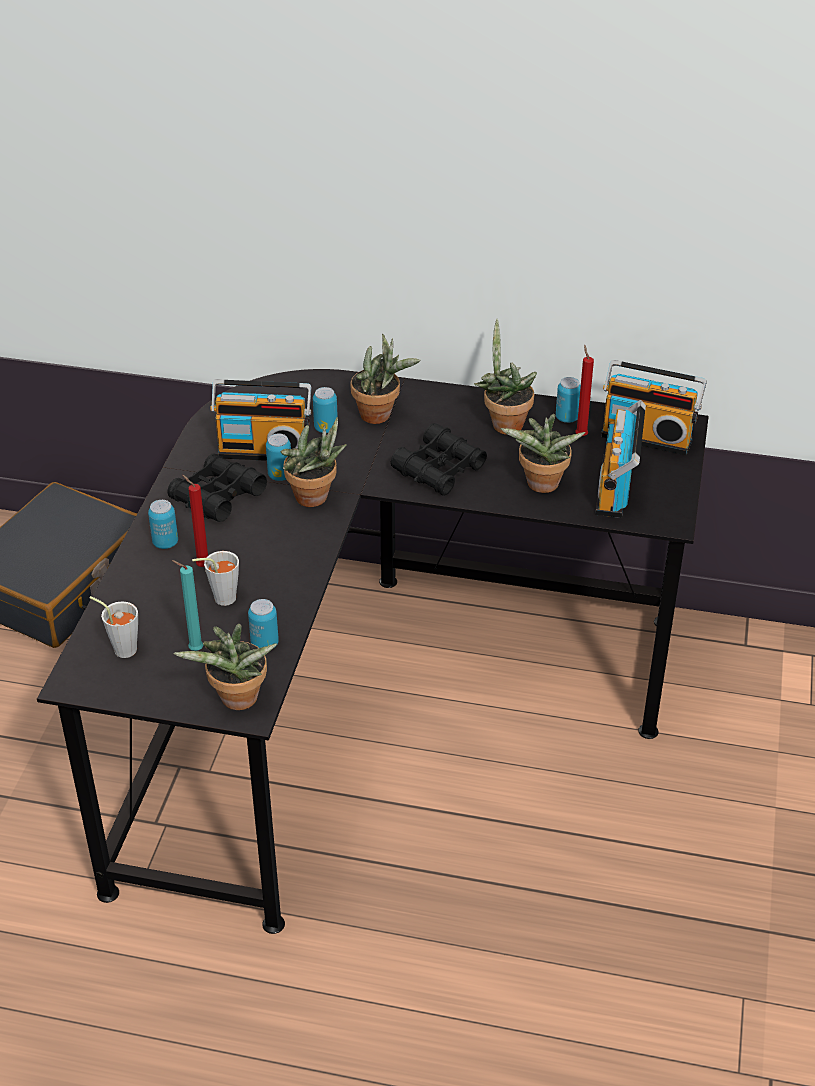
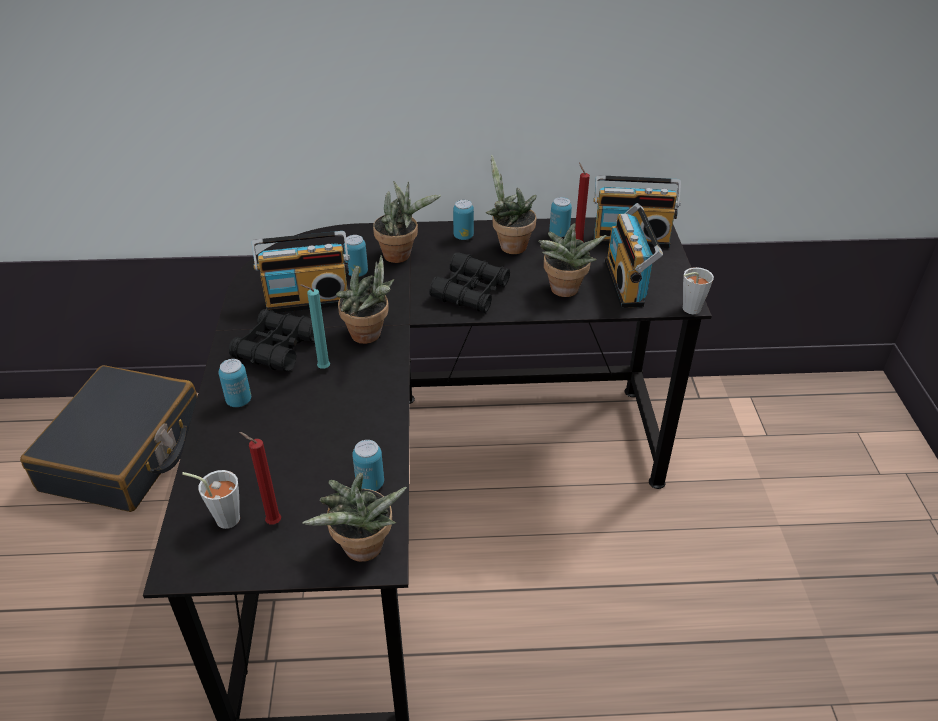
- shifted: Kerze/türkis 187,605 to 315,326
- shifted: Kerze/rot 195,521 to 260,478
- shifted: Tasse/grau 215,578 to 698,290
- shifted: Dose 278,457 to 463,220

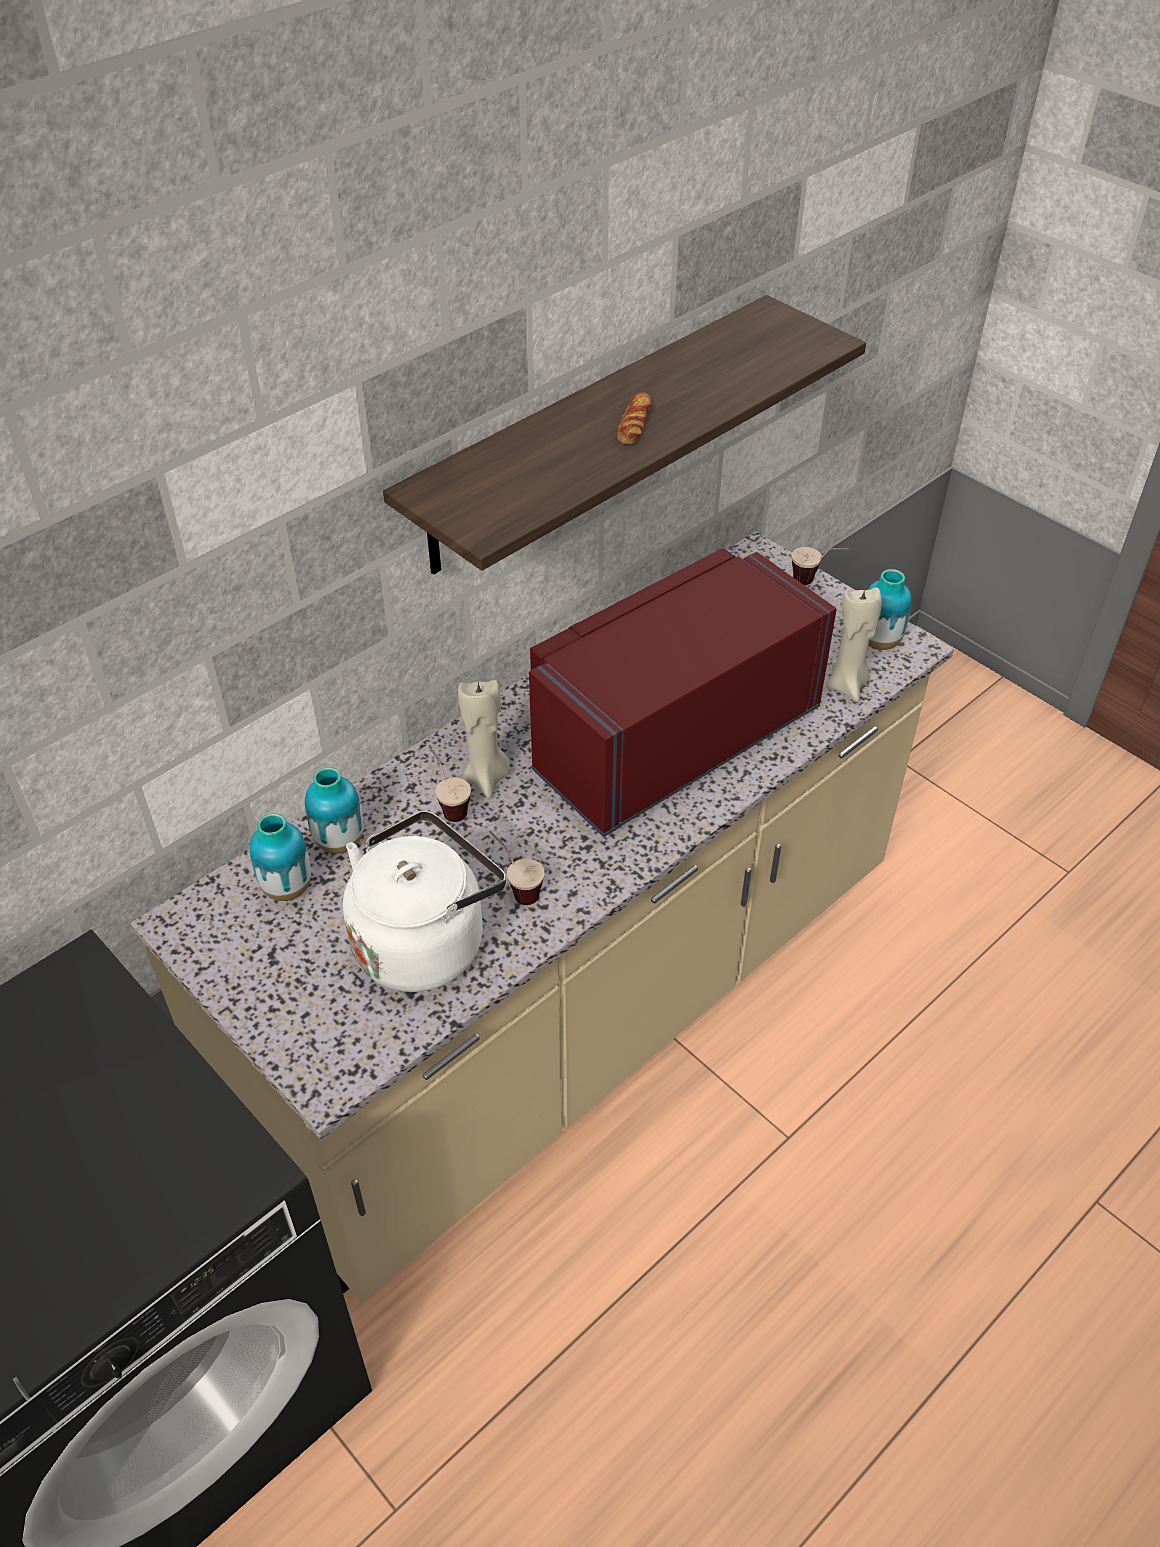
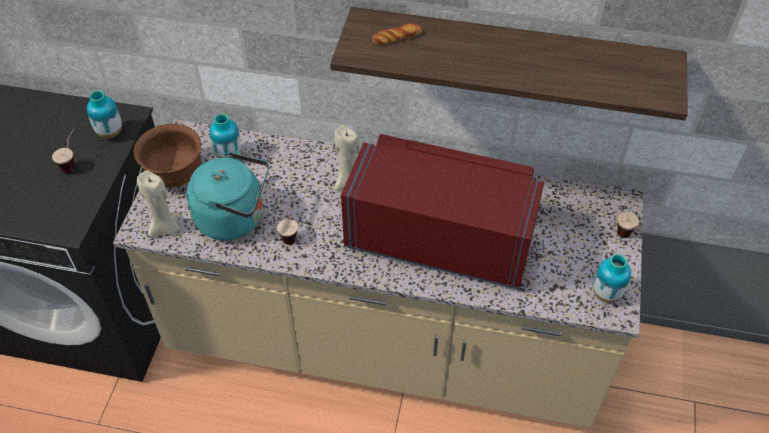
- new: Schüssel/braun 167,155
- shifted: Vase 334,810 to 104,114
- shifted: Tasse 449,783 to 63,150
- shifted: Brot 634,418 to 397,34
- shifted: Kerze/beige 854,644 to 158,203
- repainted: Wasserkessel/weiß 424,901 to Wasserkessel/türkis 228,195

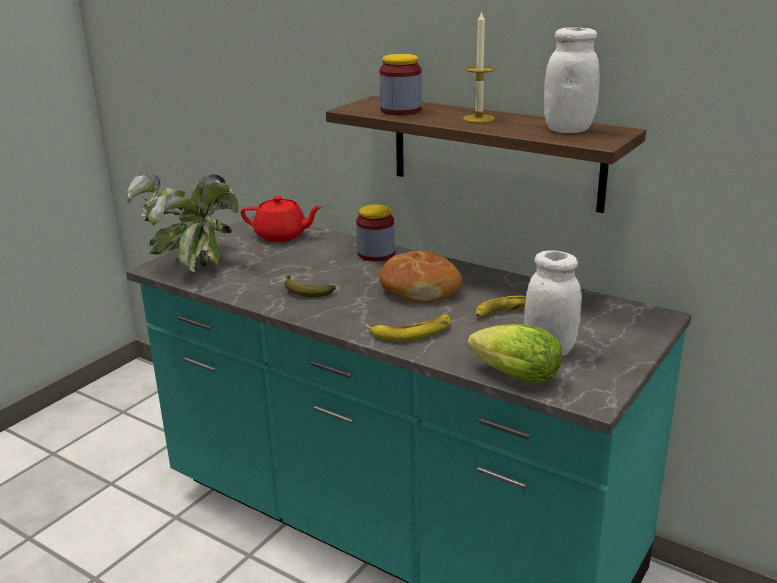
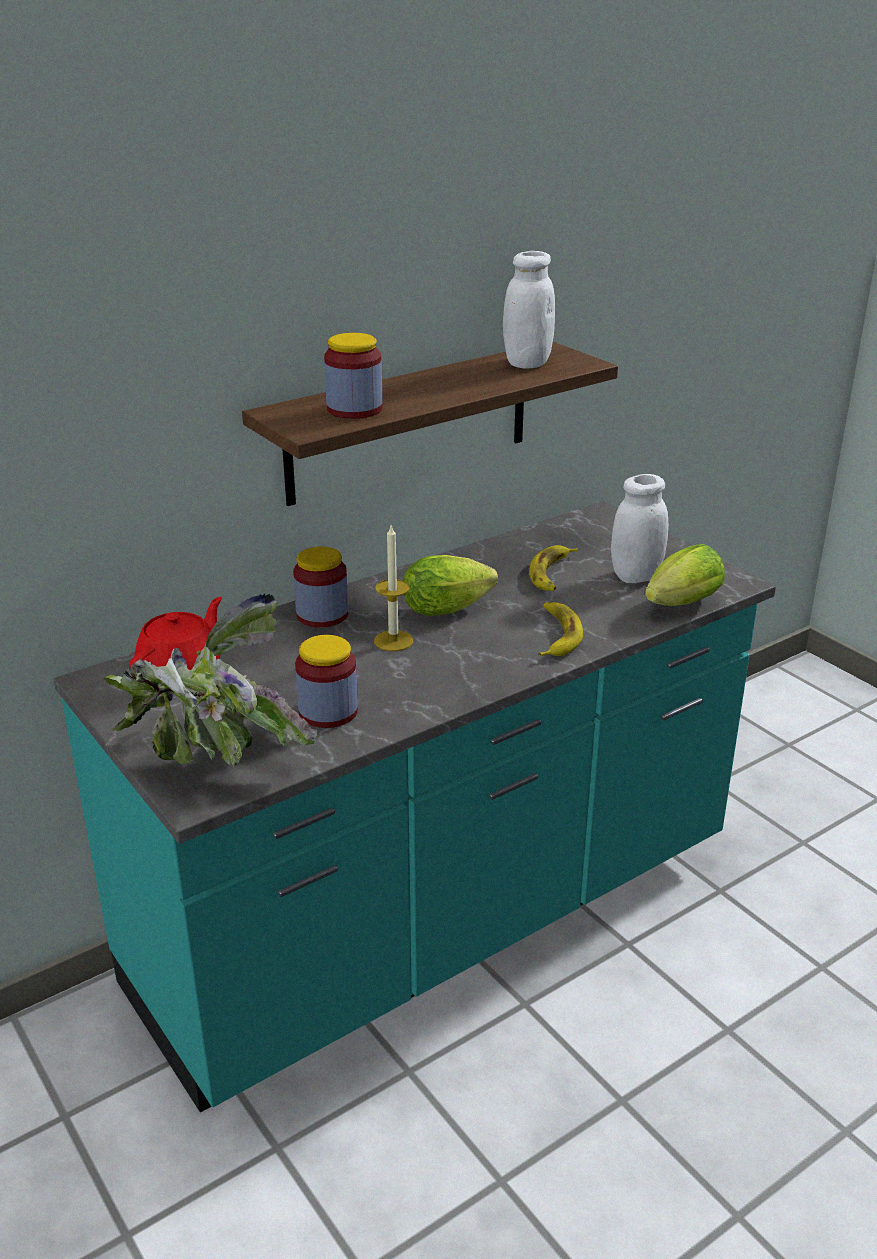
- gone: Banane 310,286
- new: Vorratsglas 326,681
- shifted: Kerze 479,66 to 393,588
- swapped: Brot 421,276 to Salatkopf 450,585

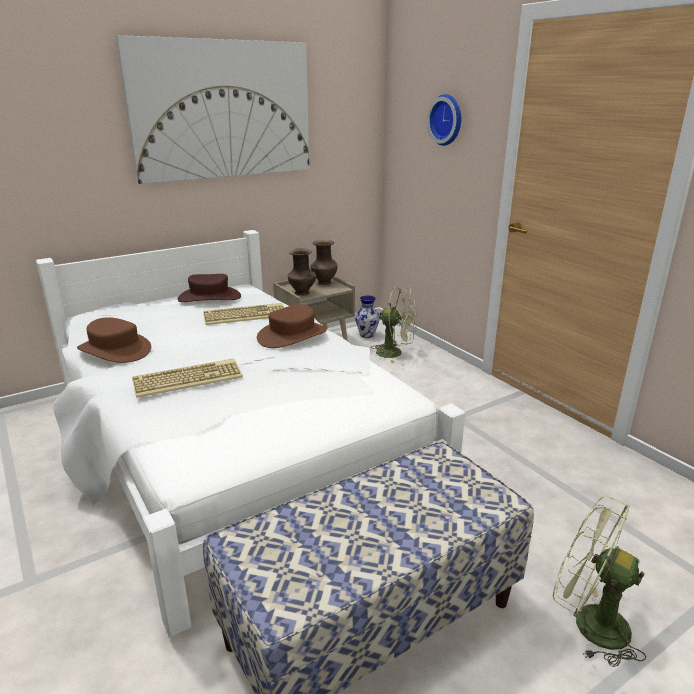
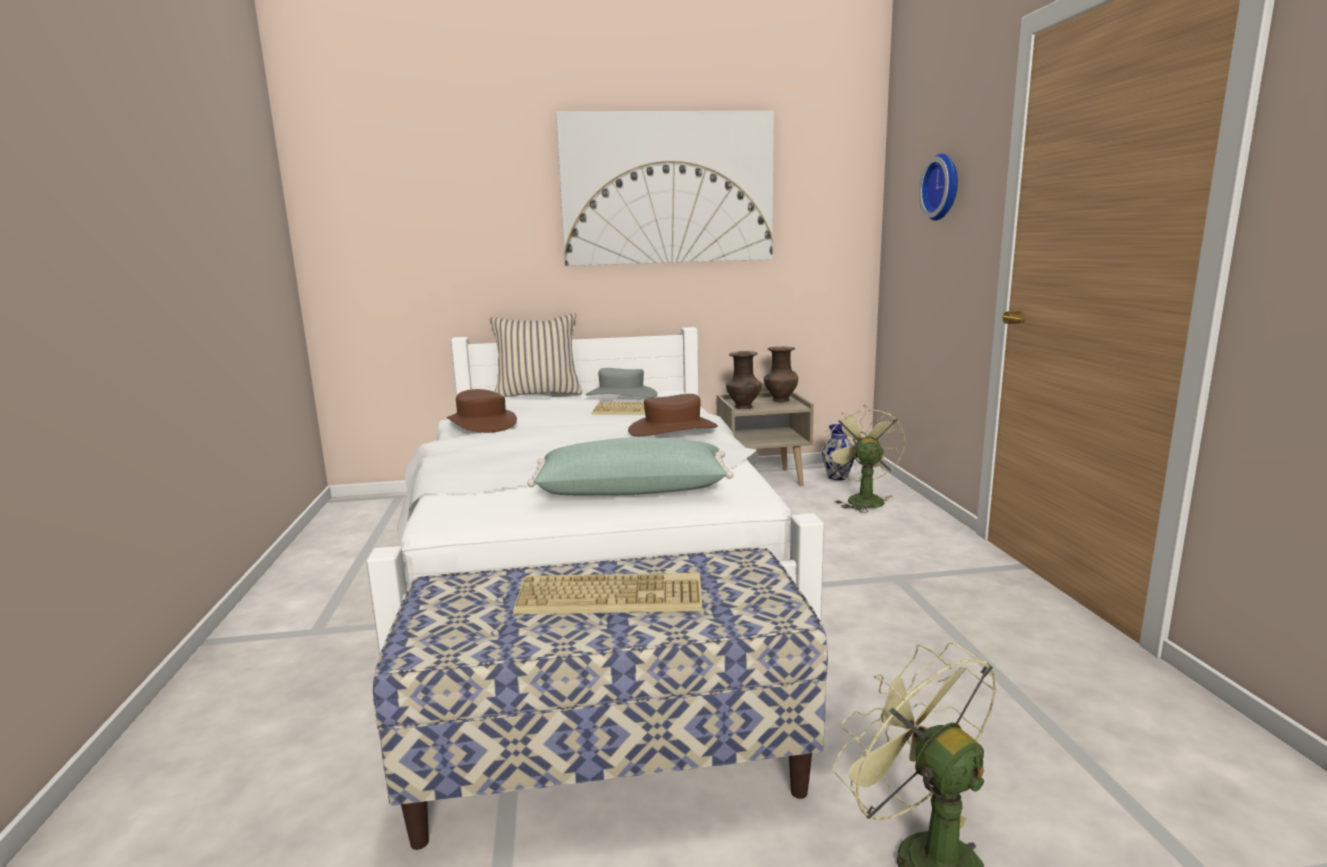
- new: Kissen/beige 535,355
- new: Kissen/grün 630,466
- shifted: Tastatur 187,378 to 607,593
- repainted: Hut/braun 209,288 to Hut/grau 622,383
- rotated: Ventilator/grün 394,325 = 864,459 135 degrees counterclockwise

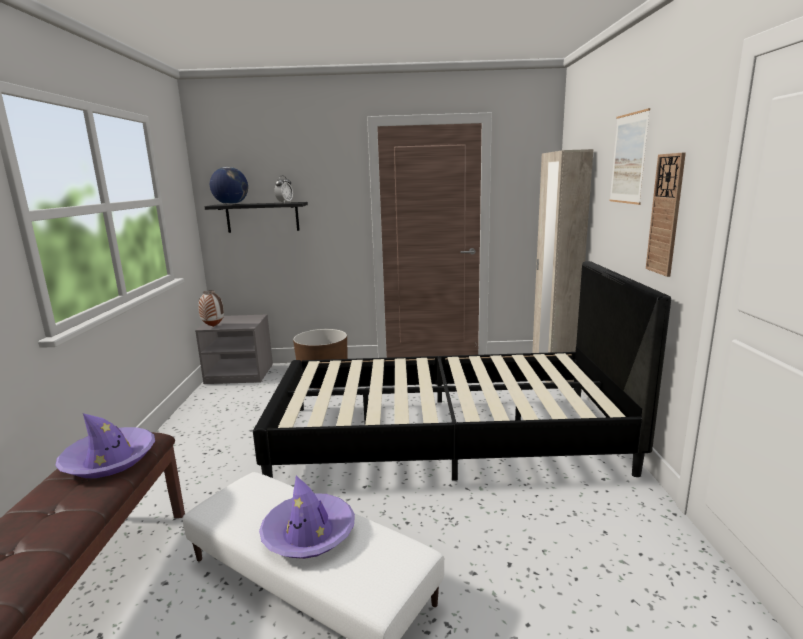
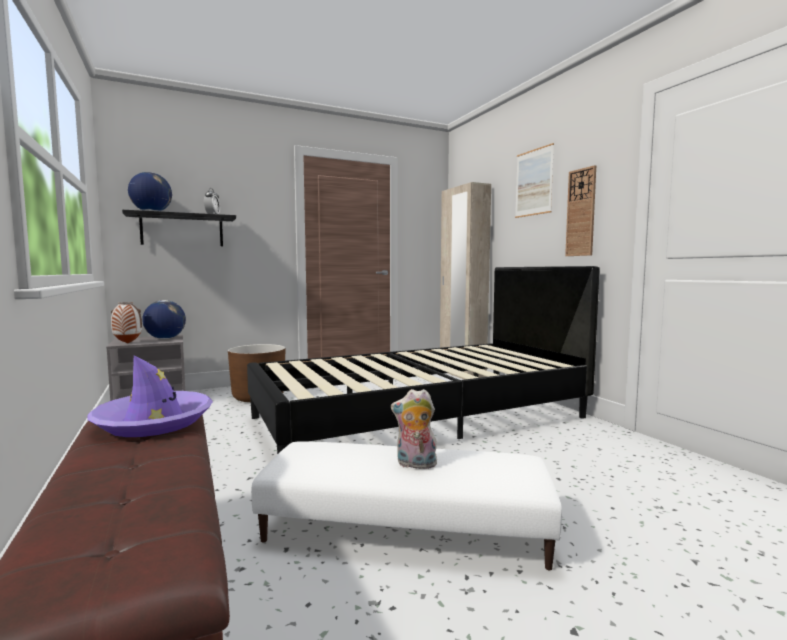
- new: Globus 164,319
- swapped: Hut/lila 307,517 to Plüschtier 414,429

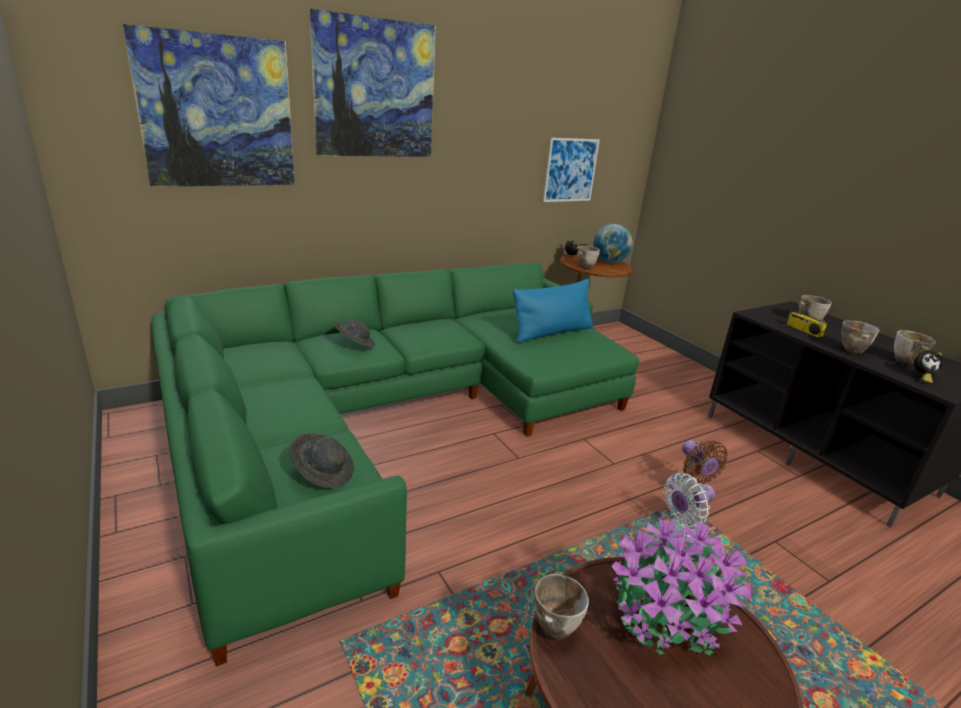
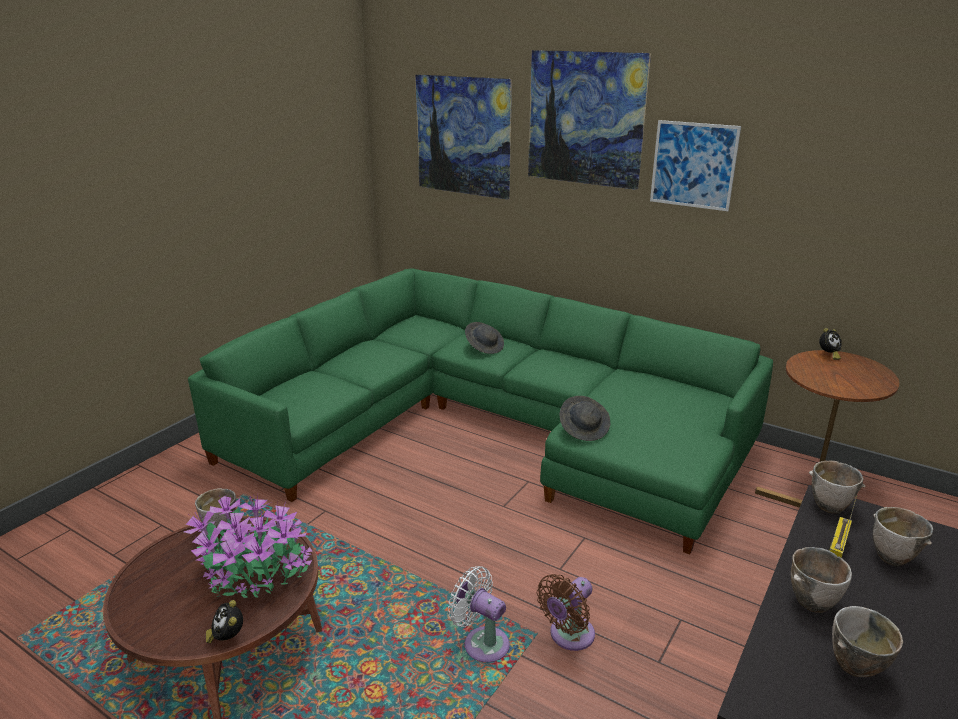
- gone: Kissen/blau 552,311
- gone: Globus 613,243
- shifted: Hut/grau 321,460 to 585,418
- shifted: Bild 571,170 to 695,165
- shifted: Schüssel 588,257 to 837,487
- shifted: Wecker 929,365 to 224,621

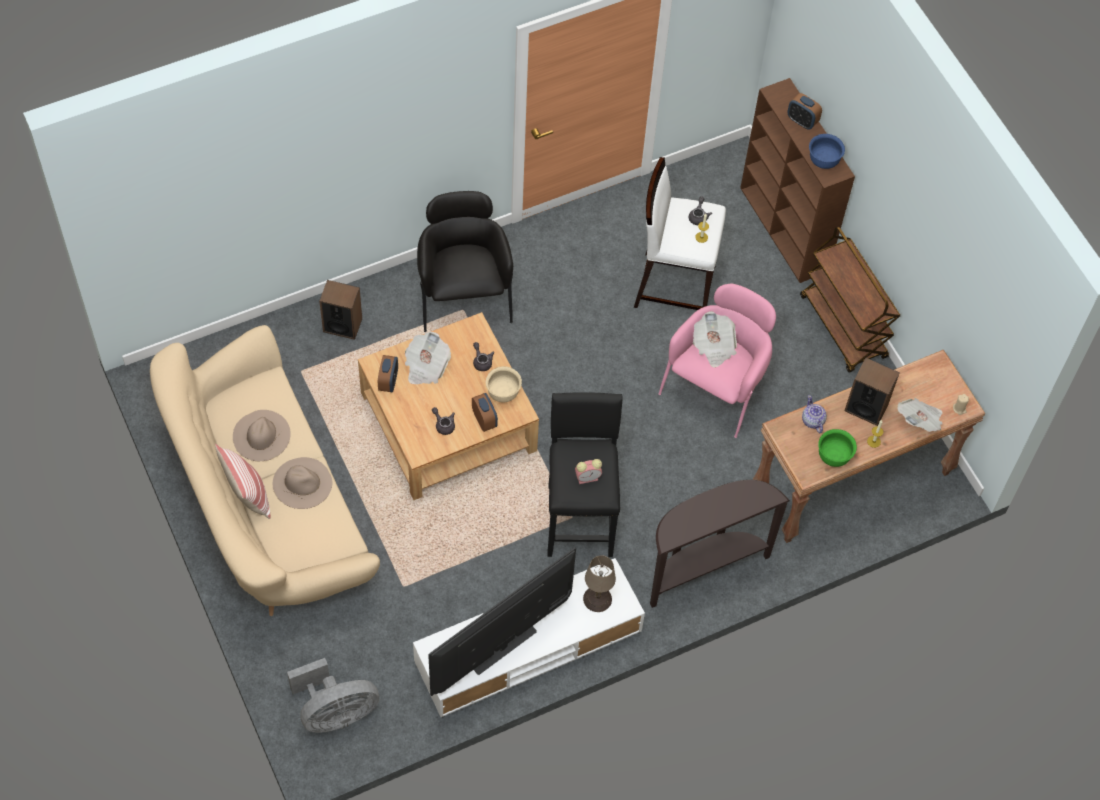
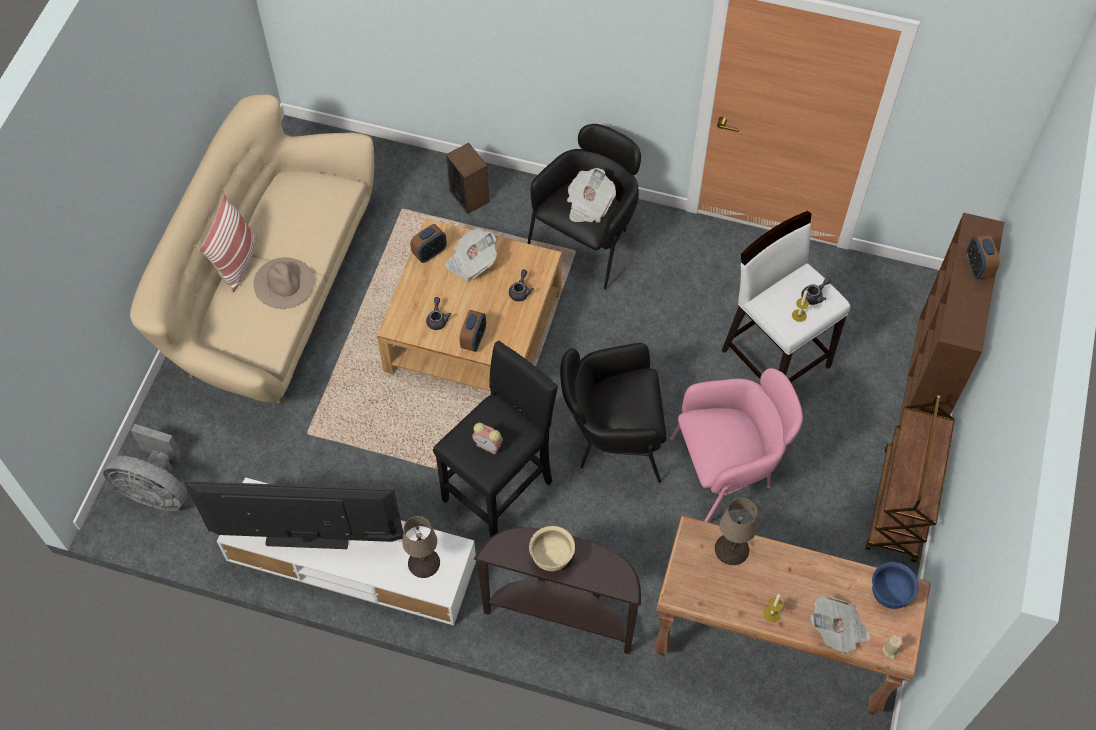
- gone: Hut/beige 262,435
- gone: Schüssel/grün 837,448
- gone: Lautsprecher 872,392
- new: Sessel/schwarz 613,413
- shifted: Schüssel/beige 504,384 to 552,548
- shifted: Zeitung 715,339 to 591,195
- shifted: Schüssel/blau 827,151 to 895,585
- swapped: Teekanne 814,414 to Tischlampe/beige 736,531

